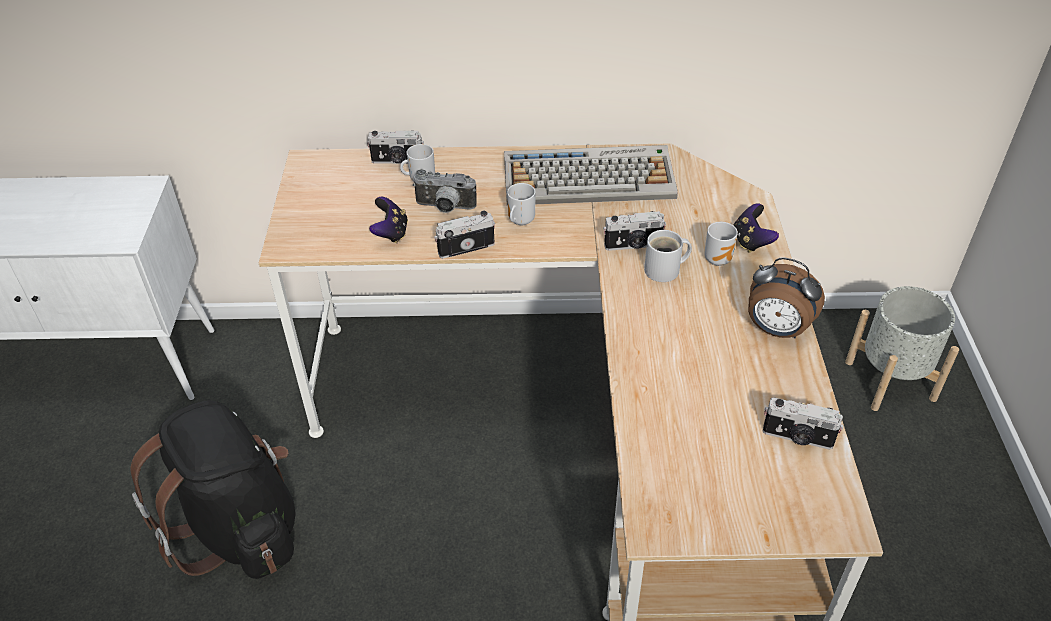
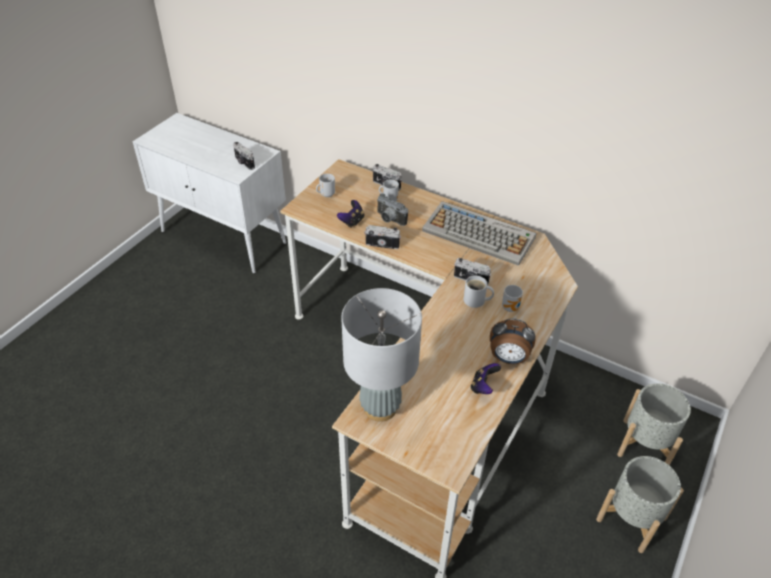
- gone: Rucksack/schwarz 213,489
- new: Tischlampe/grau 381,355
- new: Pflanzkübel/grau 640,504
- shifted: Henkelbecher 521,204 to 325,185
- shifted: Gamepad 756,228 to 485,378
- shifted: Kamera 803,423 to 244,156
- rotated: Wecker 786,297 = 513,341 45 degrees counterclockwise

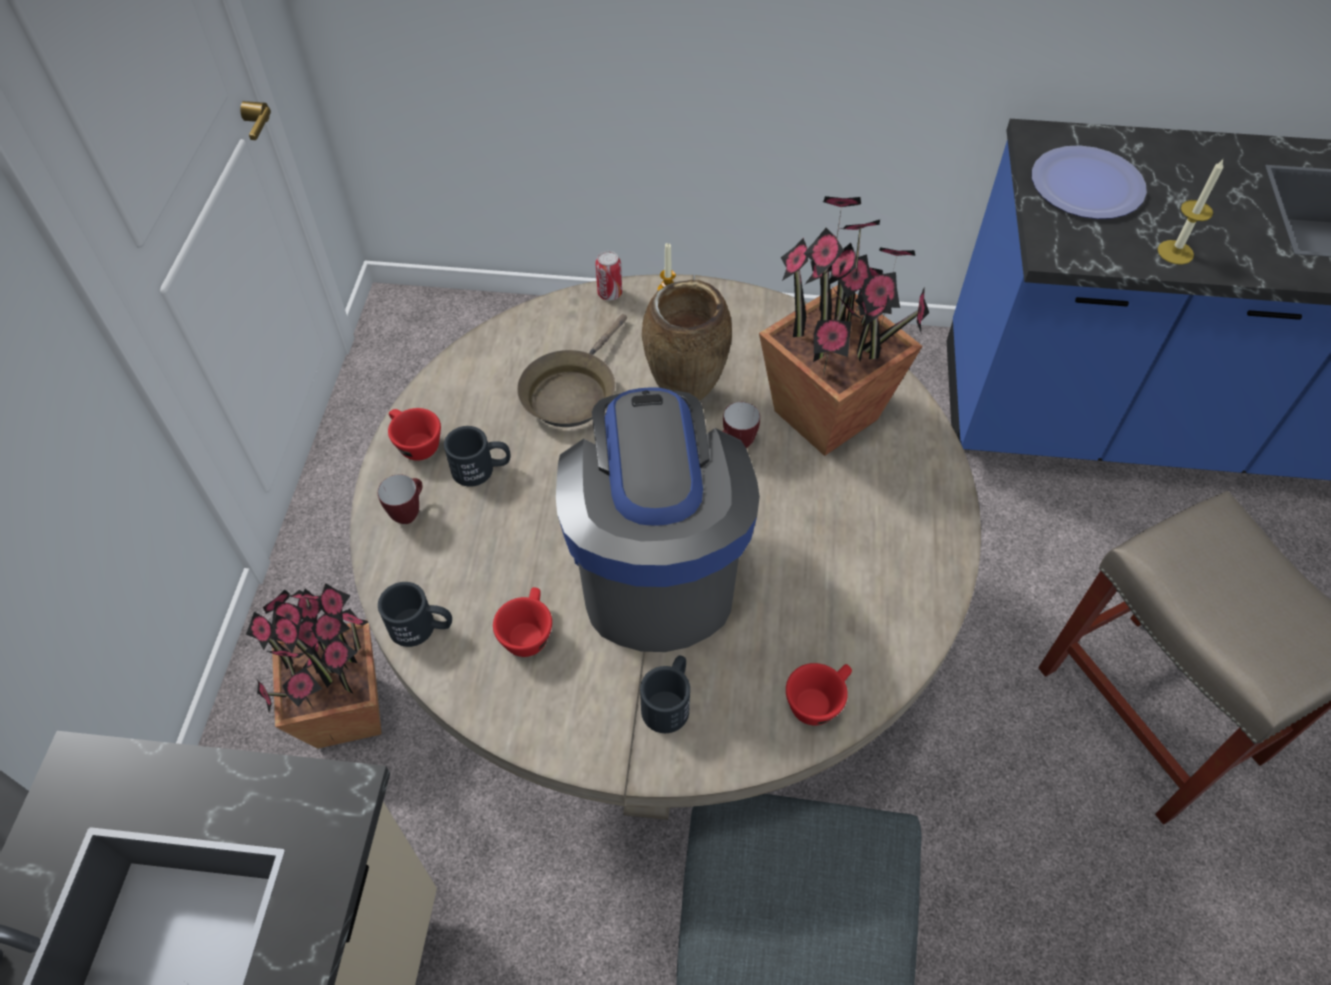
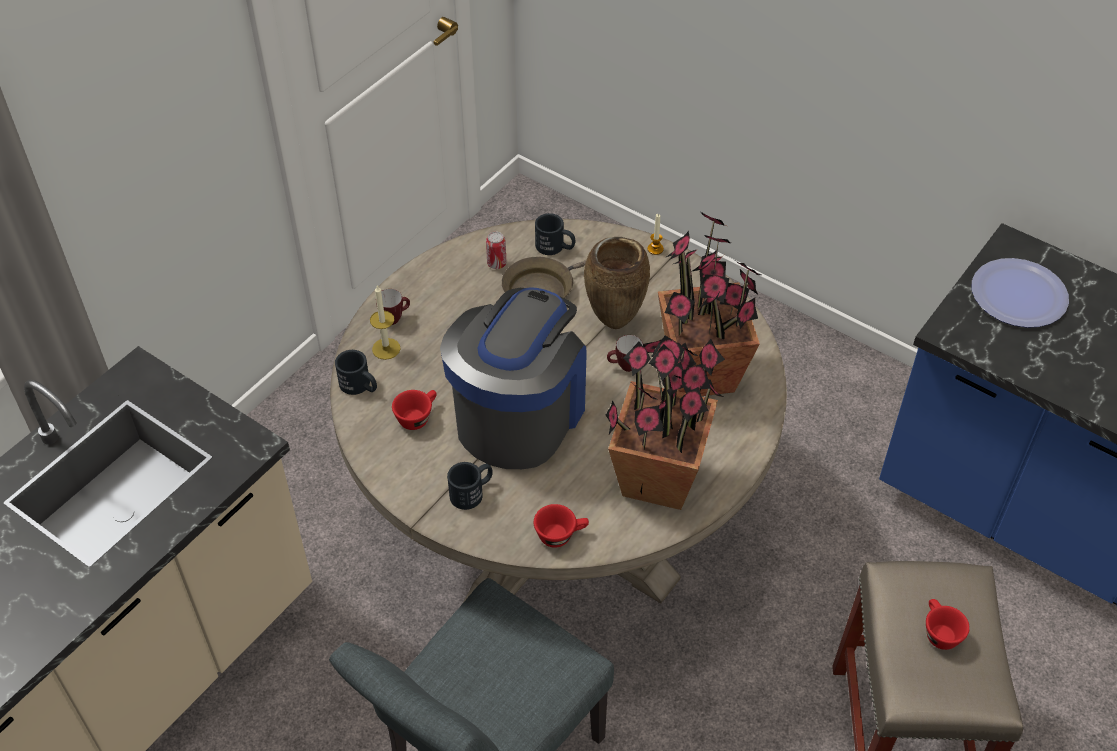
- shifted: Topfpflanze 314,666 to 665,423
- shifted: Tasse/rot 414,434 to 948,624
- shifted: Henkelbecher/schwarz 477,456 to 555,234
- shifted: Dose 608,275 to 496,250
- shifted: Kerze 1191,211 to 385,323

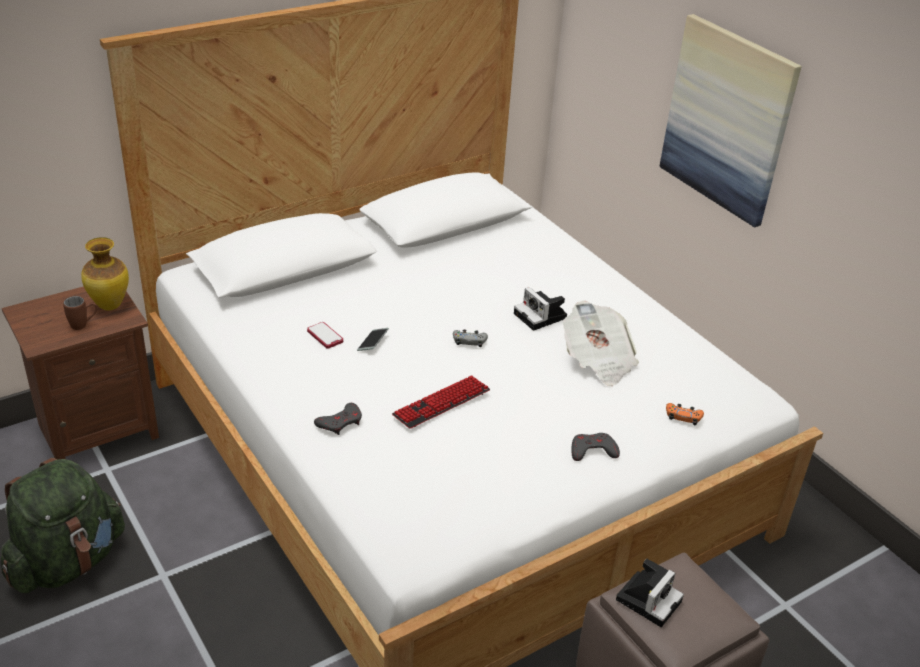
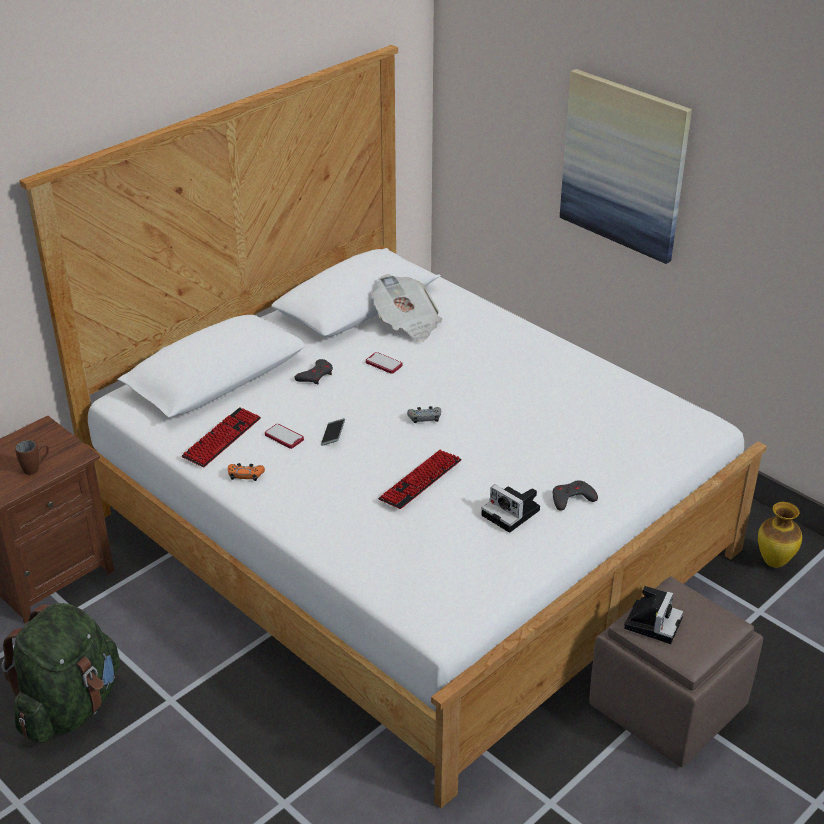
- new: Tastatur 221,437
- new: Handy 384,363
- shifted: Vase 105,273 to 780,535
- shifted: Gamepad/grau 338,419 to 313,372
- shifted: Kamera 540,309 to 510,508
- shifted: Zeitung 600,343 to 407,308
- shifted: Gamepad/orange 685,414 to 246,472

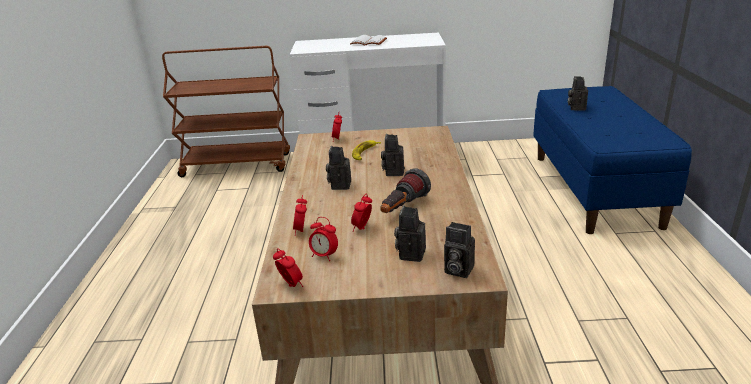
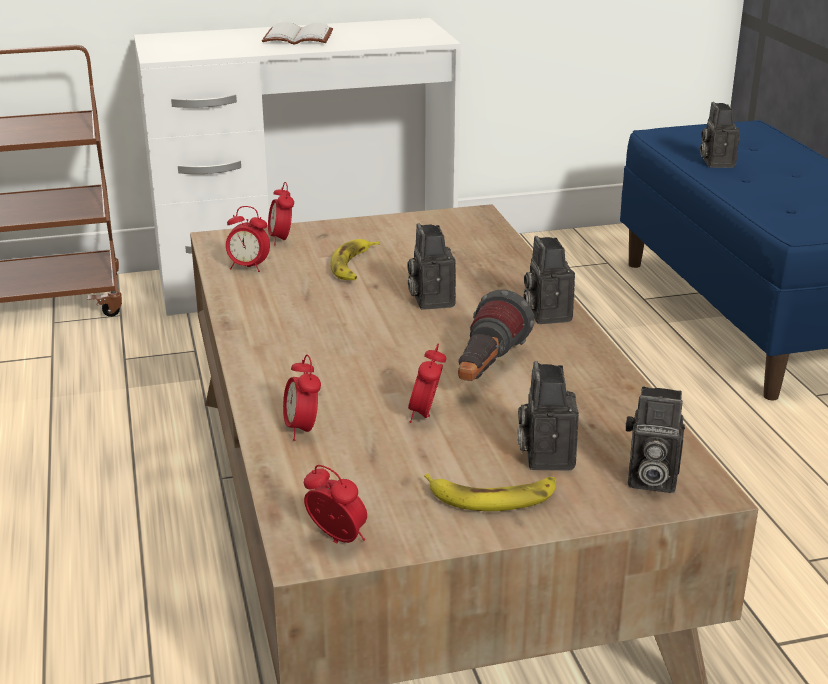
- new: Banane 490,492
- shifted: Wecker 323,239 to 248,239
- shifted: Kamera 338,168 to 549,280

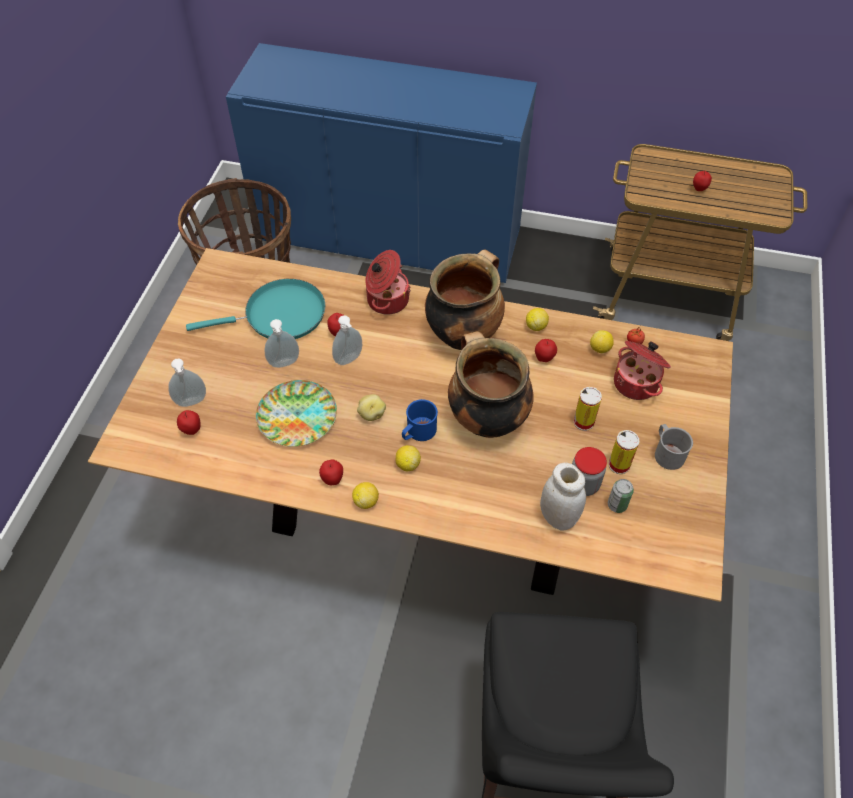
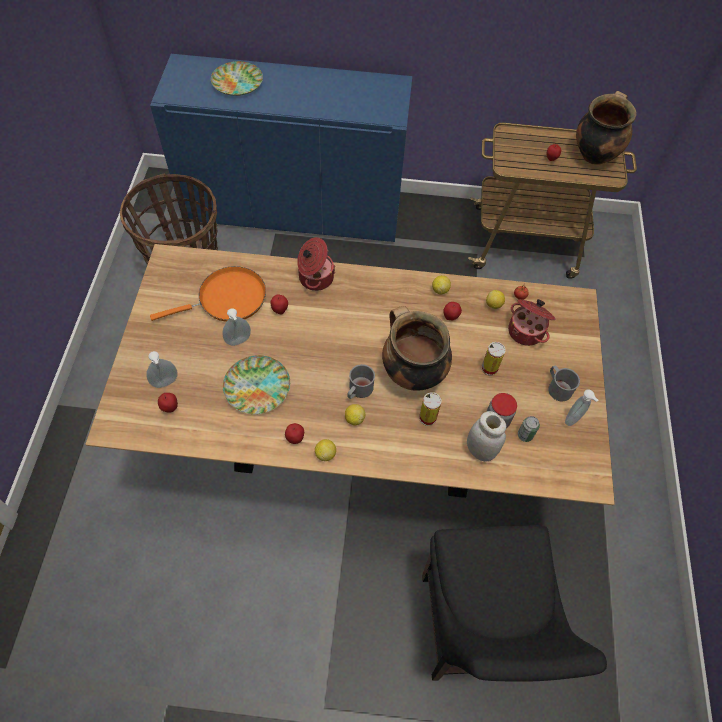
- gone: Kartoffel 371,407
- new: Teller 237,78
- shifted: Seifenspender 347,340 to 581,408
- shifted: Kochtopf 465,300 to 606,128
- shifted: Dose 624,452 to 430,409
- repainted: Pfanne/türkis 255,309 to Pfanne/orange 208,294
- repainted: Henkelbecher/blau 420,420 to Henkelbecher/grau 361,381

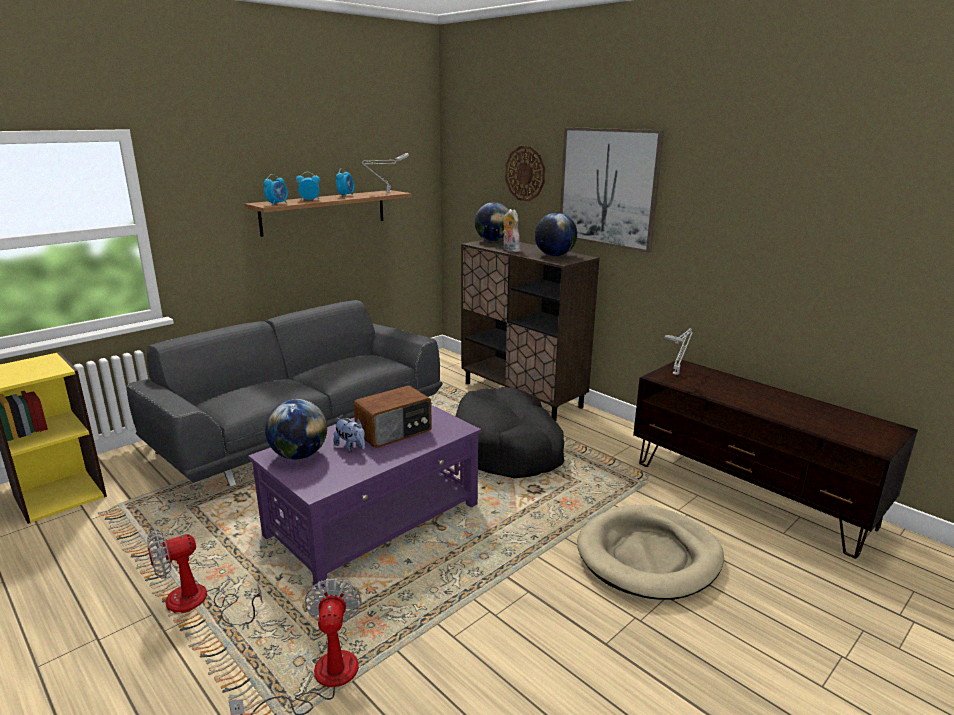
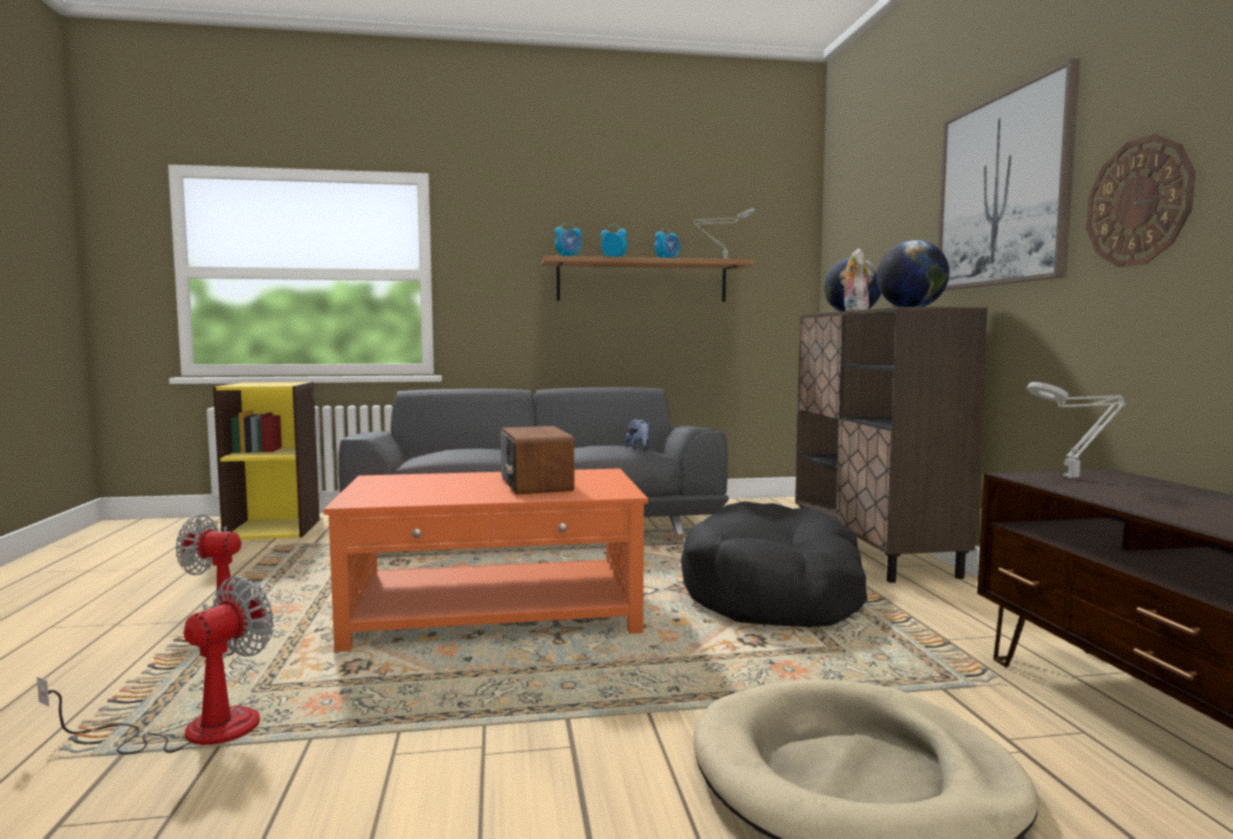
- gone: Globus 296,429
- shifted: Plüschtier 349,435 to 637,434
- shifted: Wanduhr 525,174 to 1140,200
- repainted: Couchtisch/lila 364,497 to Couchtisch/orange 486,560
- rotated: Radio 392,416 = 538,460 75 degrees clockwise

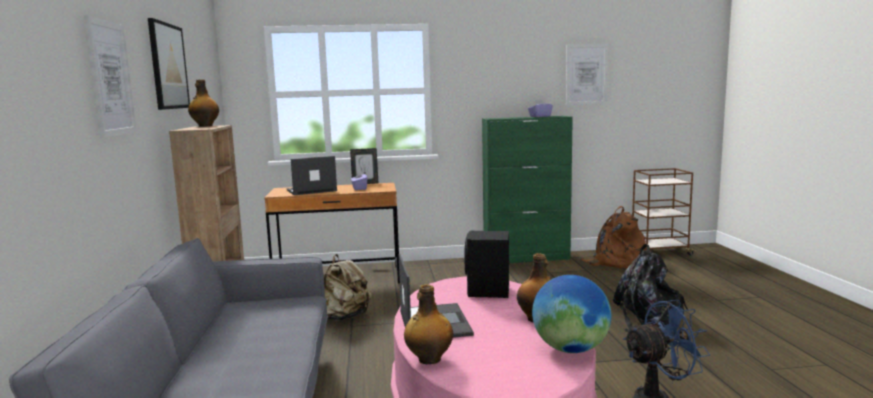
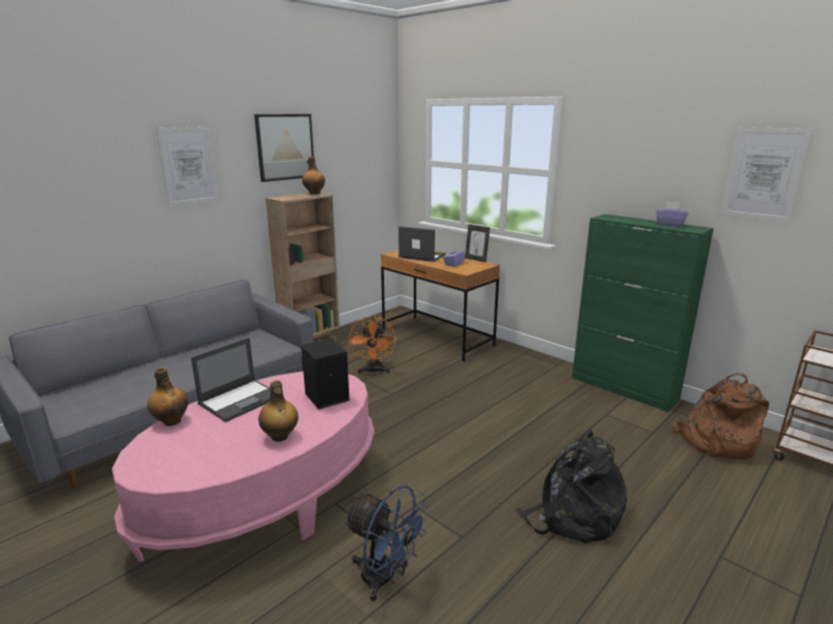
- gone: Globus 571,314
- swapped: Rucksack/beige 348,287 to Ventilator/orange 372,345

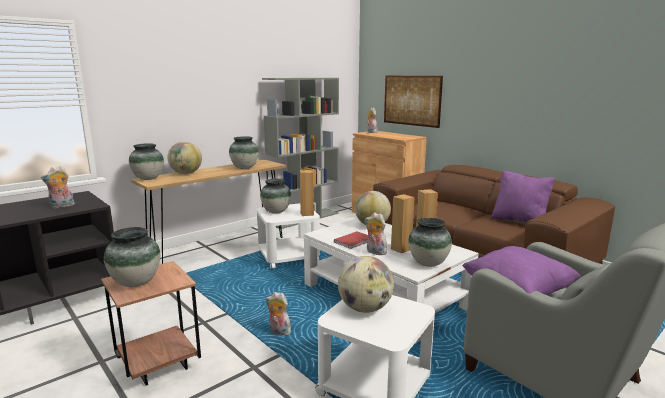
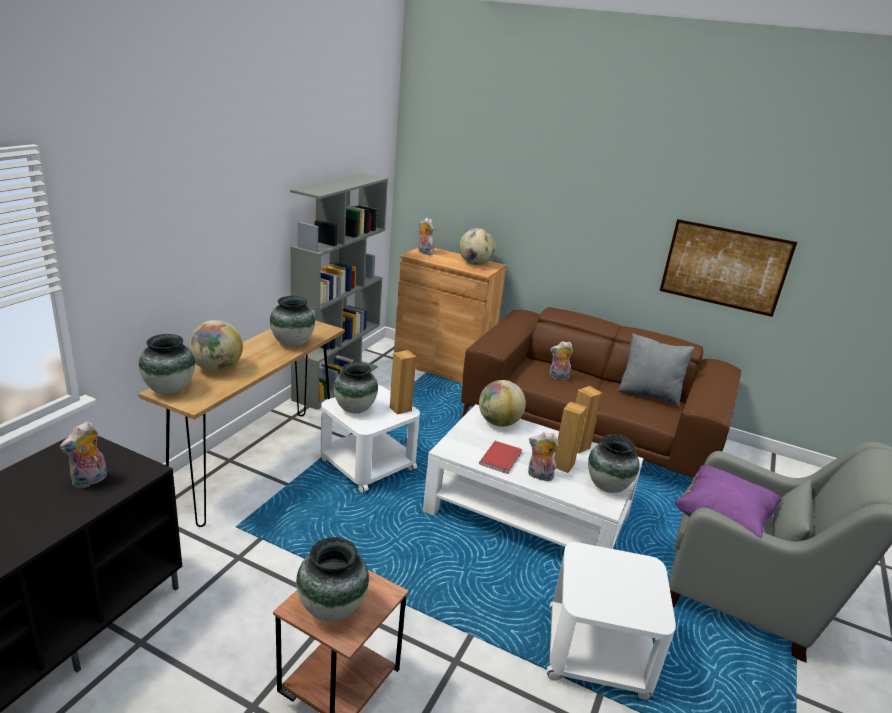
- shifted: Plüschtier 278,314 to 561,360
- shifted: Globus 366,284 to 477,246
- shifted: Bild 413,102 to 728,268
- repainted: Kissen/lila 523,197 to Kissen/grau 656,370

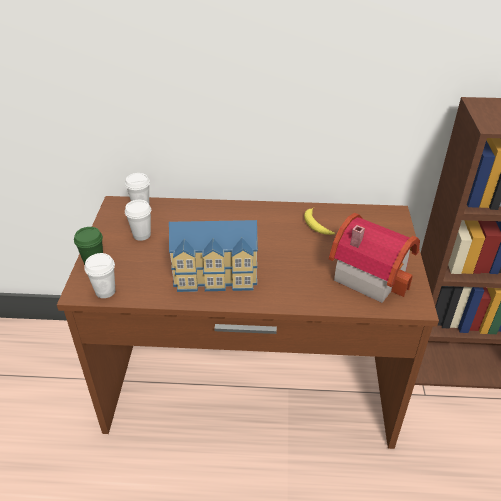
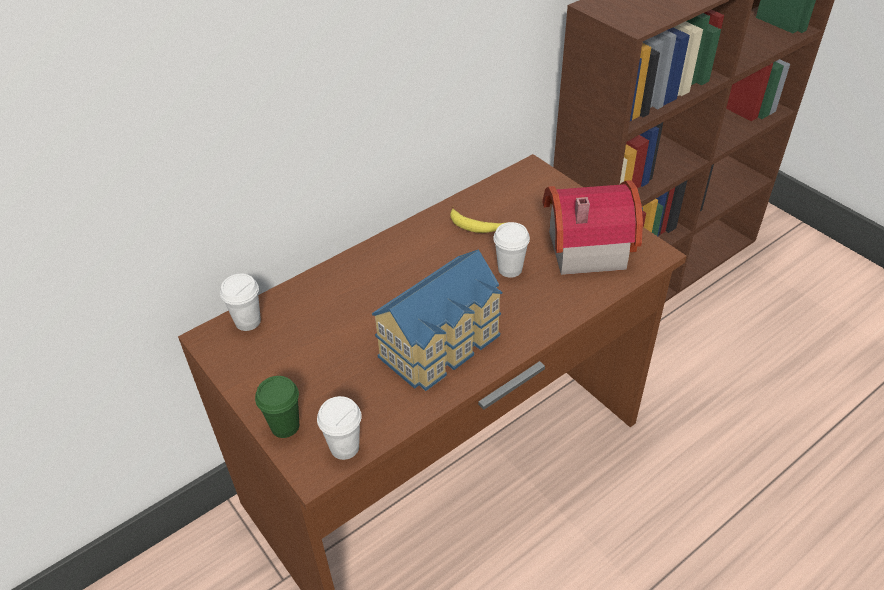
- shifted: Tasse/weiß 138,220 to 511,250

